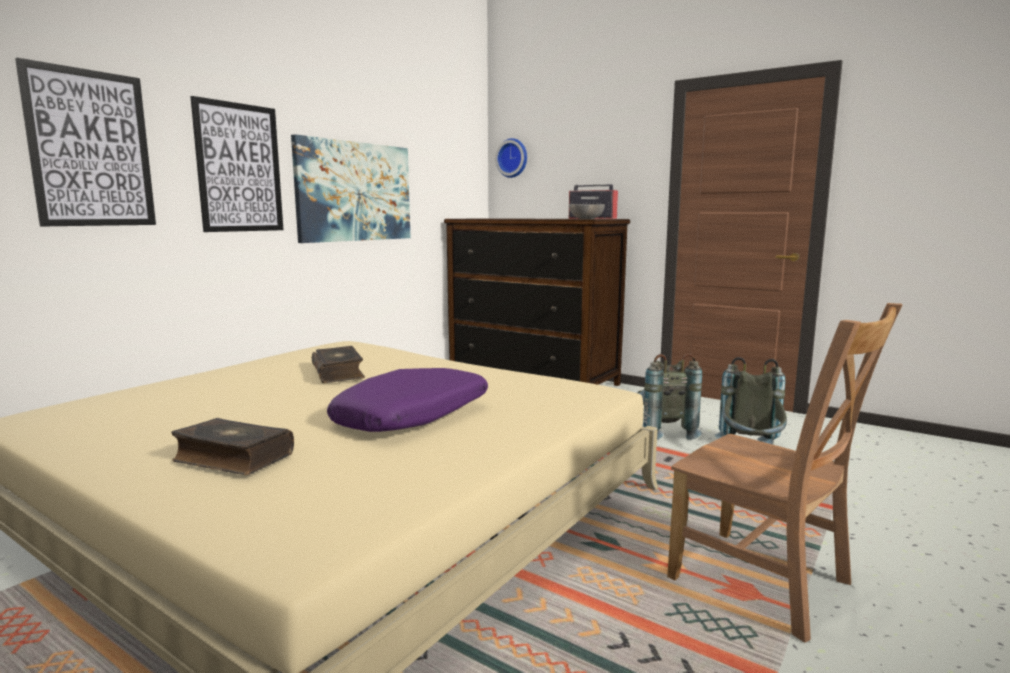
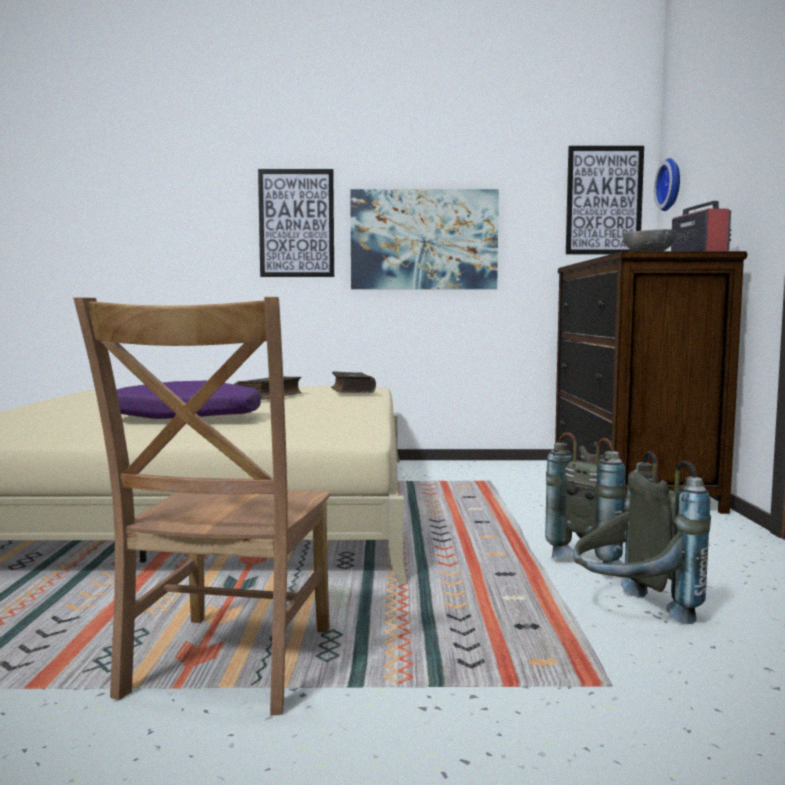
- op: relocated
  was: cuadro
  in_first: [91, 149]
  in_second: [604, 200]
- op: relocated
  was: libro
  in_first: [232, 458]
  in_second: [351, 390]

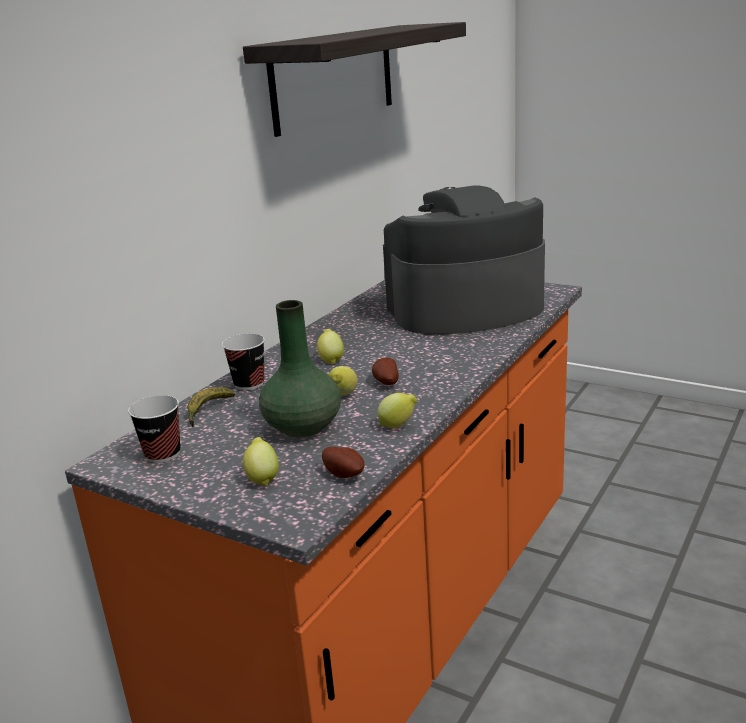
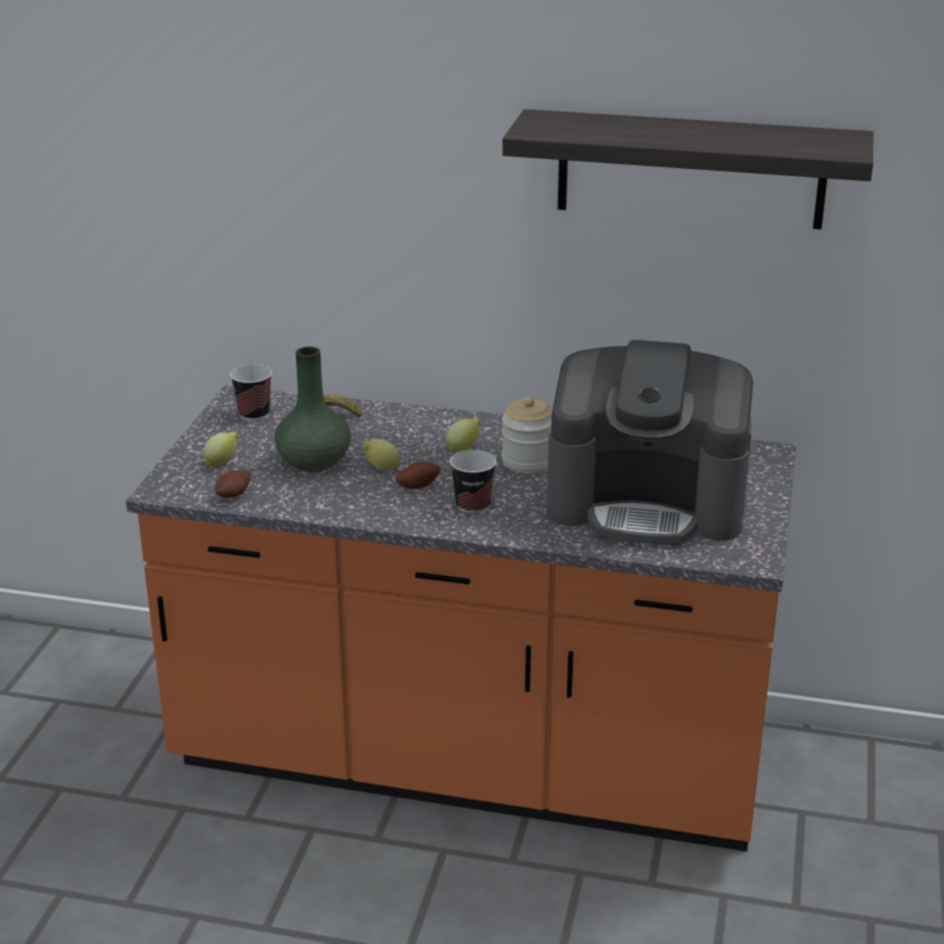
- op: spun
  was: cafetera
  in_first: [464, 309]
  in_second: [647, 503]
  clockwise: 135
- op: relocated
  was: taza
  in_first: [249, 384]
  in_second: [473, 505]
- op: missing
  was: limón
  in_first: [398, 425]
- op: appeared
  now: tarro
  in_second: [527, 461]

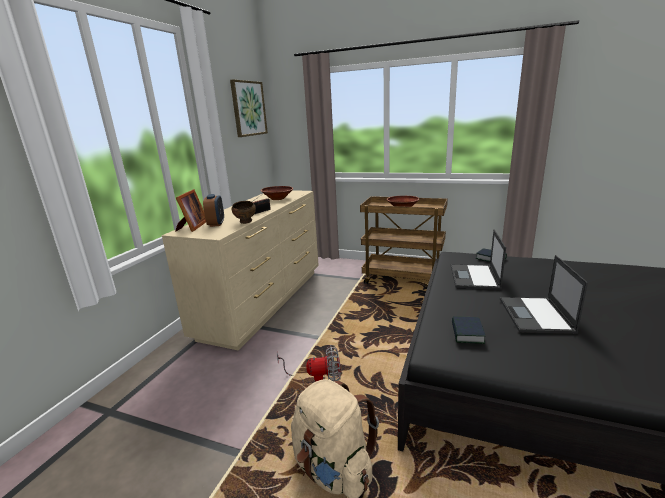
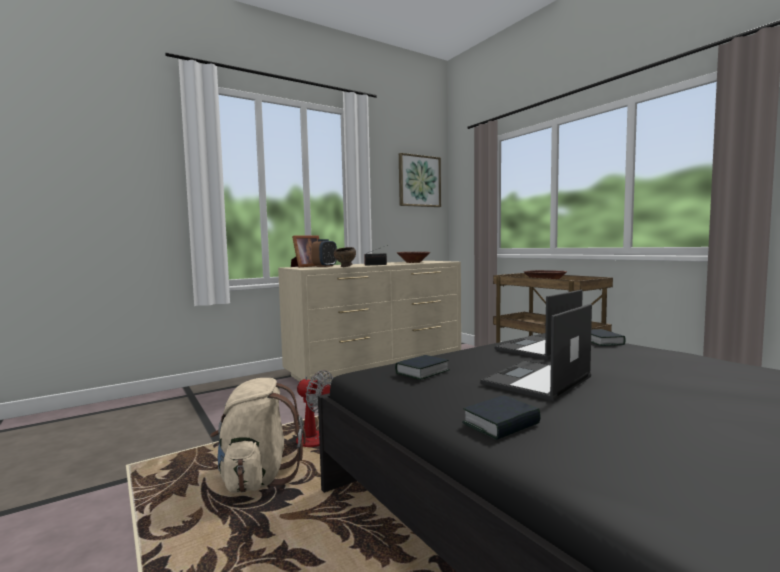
- op: appeared
  now: libro
  in_second: [501, 424]

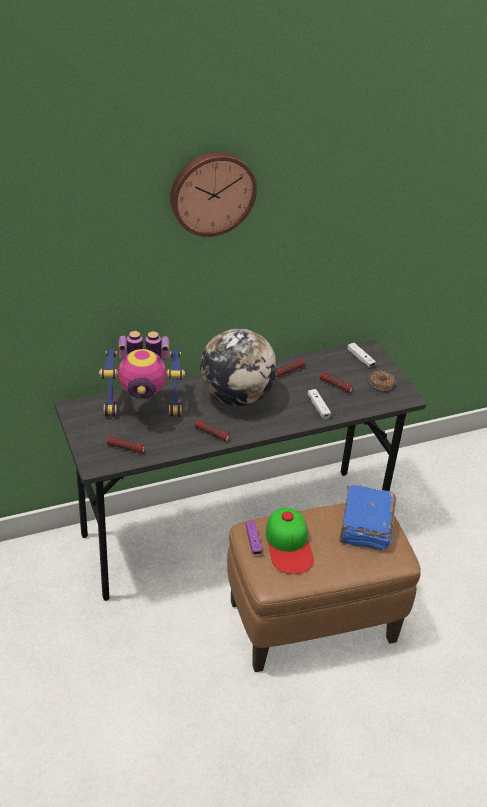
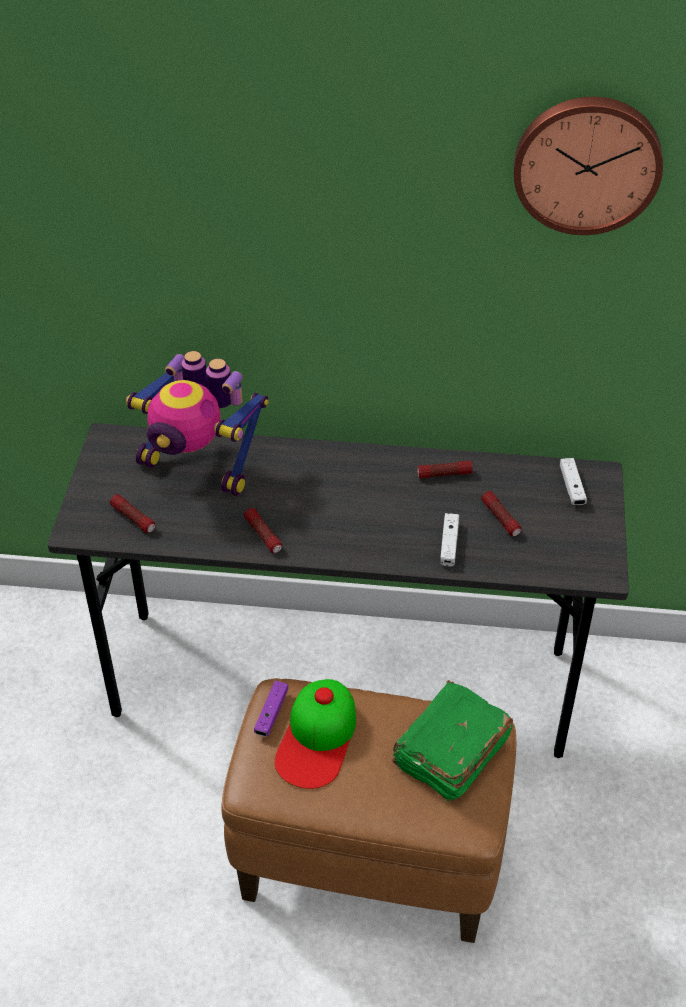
- op: relocated
  was: reloj de pared
  in_first: [211, 192]
  in_second: [587, 163]
- op: missing
  was: globo terráqueo
  in_first: [236, 396]
- op: missing
  was: rosquilla
  in_first: [381, 384]
- op: colour
  was: libro [azul]
  now: libro [verde]
  in_first: [365, 526]
  in_second: [449, 753]

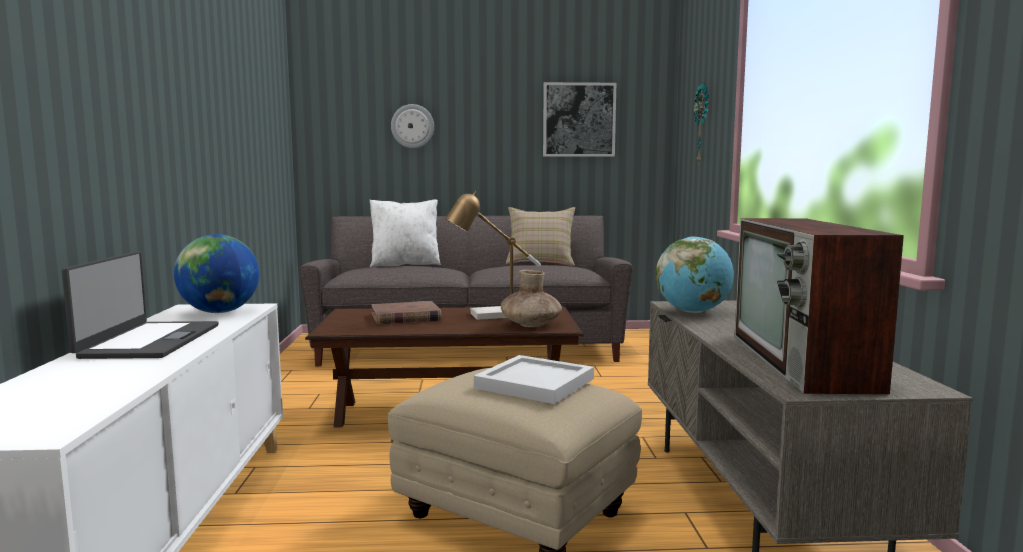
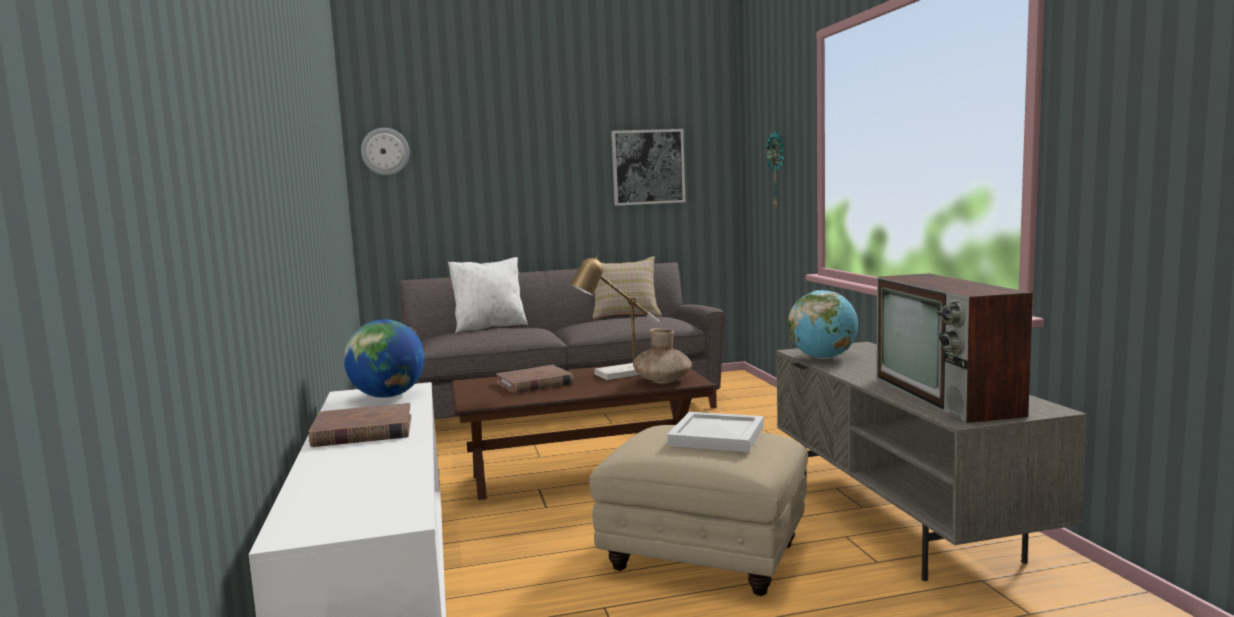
- op: relocated
  was: reloj de pared
  in_first: [412, 126]
  in_second: [385, 151]
- op: exchanged
  was: portátil
  now: libro [marrón]
  in_first: [149, 341]
  in_second: [363, 431]

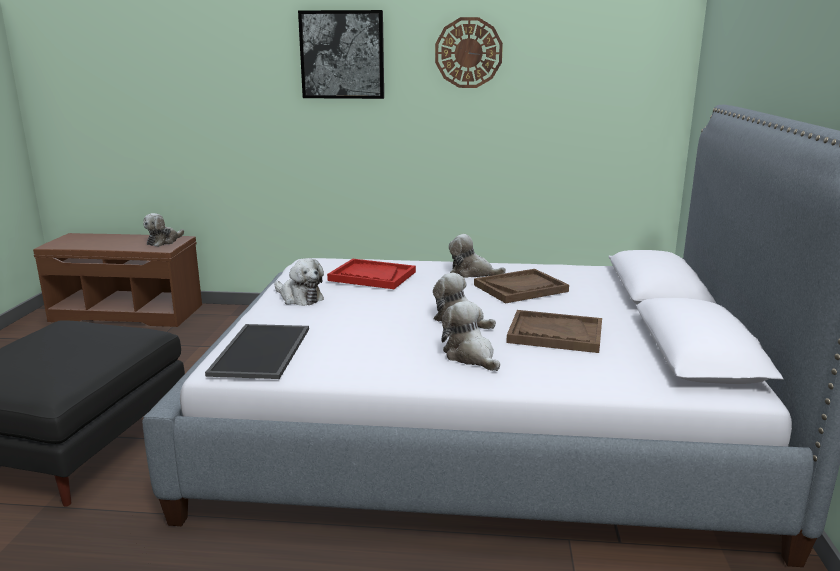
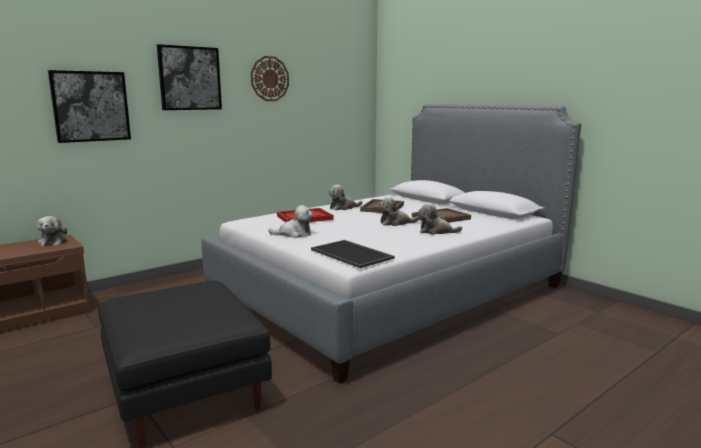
- op: appeared
  now: cuadro
  in_second: [90, 106]

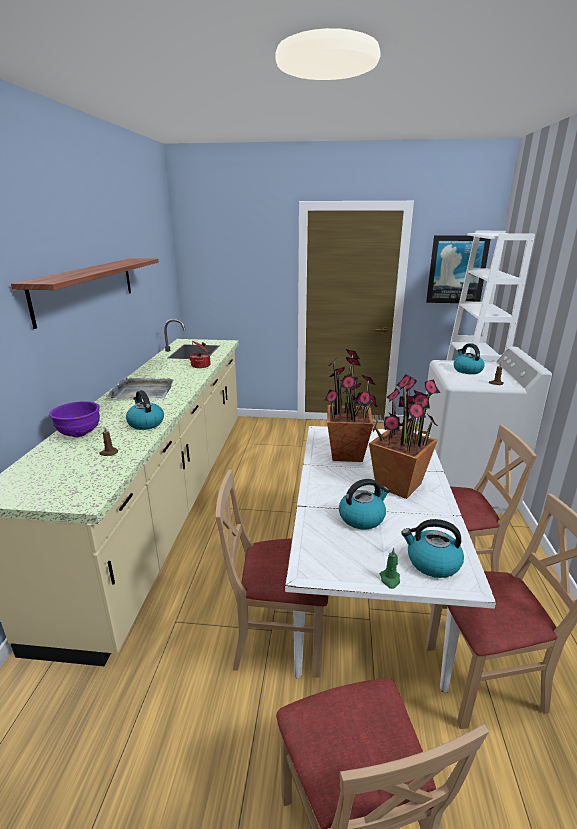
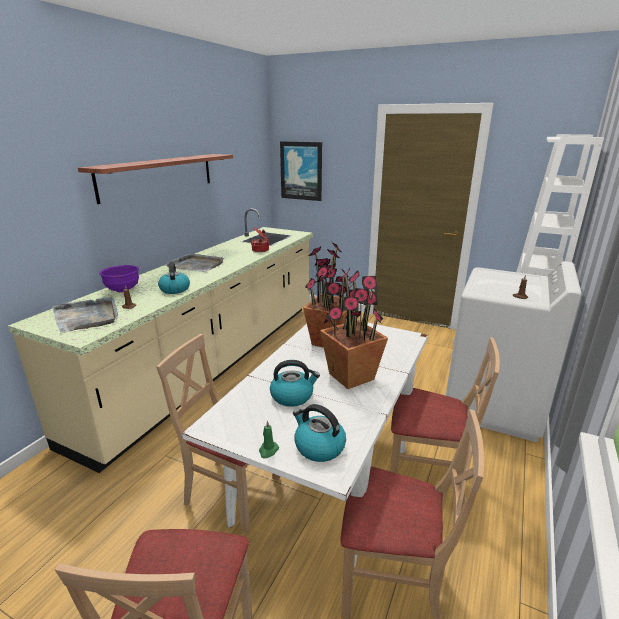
- op: relocated
  was: cuadro
  in_first: [457, 270]
  in_second: [301, 171]
- op: missing
  was: hervidor
  in_first: [467, 370]
- op: appeared
  now: bandeja [gris]
  in_second: [87, 317]

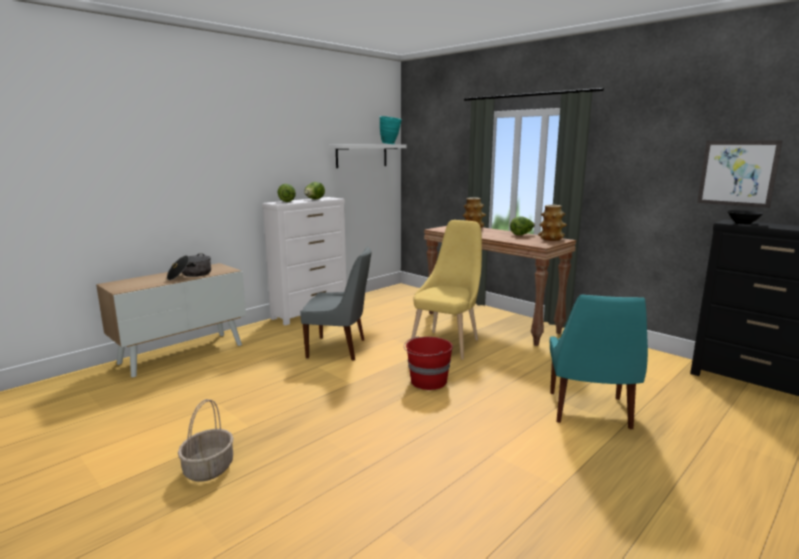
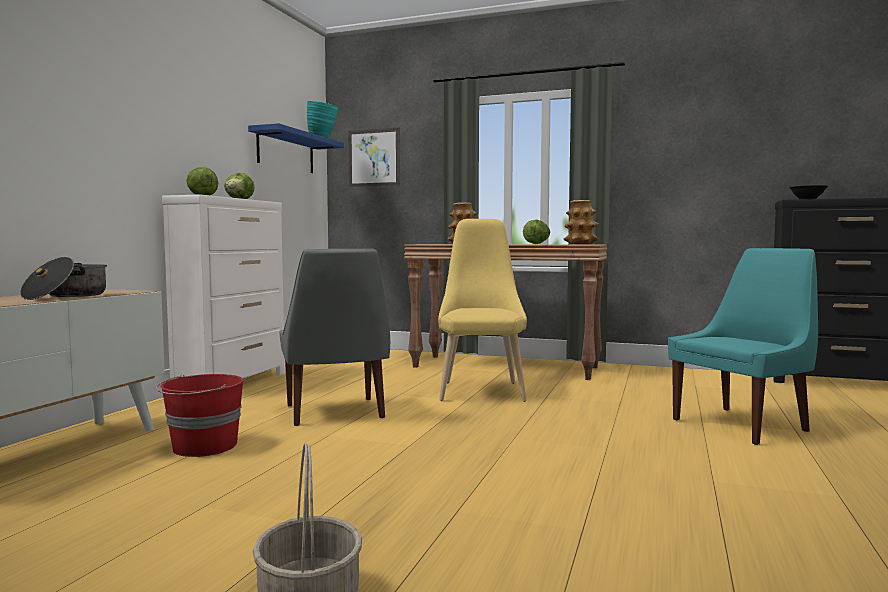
- op: relocated
  was: cuadro
  in_first: [737, 173]
  in_second: [374, 157]
- op: colour
  was: estante [blanco]
  now: estante [azul]
  in_first: [361, 155]
  in_second: [286, 152]
- op: spun
  was: silla [gris]
  in_first: [339, 349]
  in_second: [335, 413]
  clockwise: 90
- op: spun
  was: silla [turquesa]
  in_first: [589, 412]
  in_second: [742, 425]
  clockwise: -105
- op: relocated
  was: cubo [rojo]
  in_first: [428, 381]
  in_second: [203, 447]

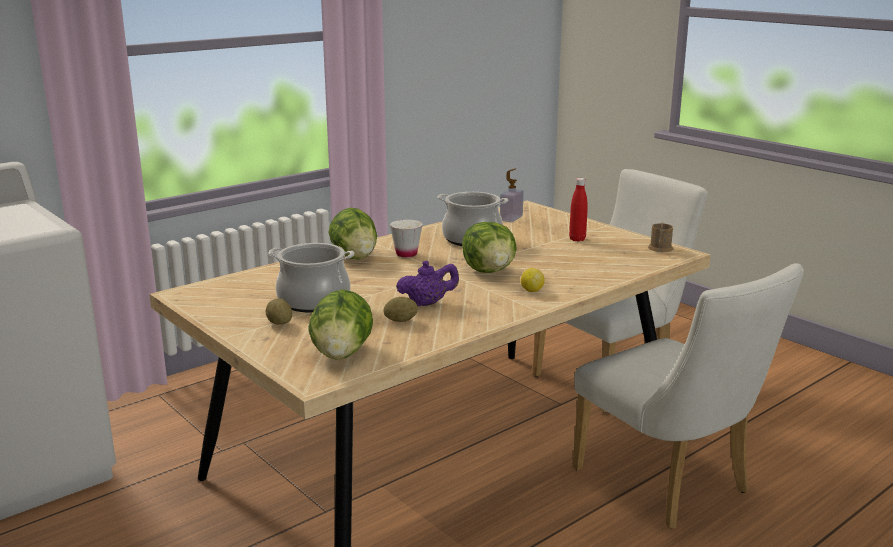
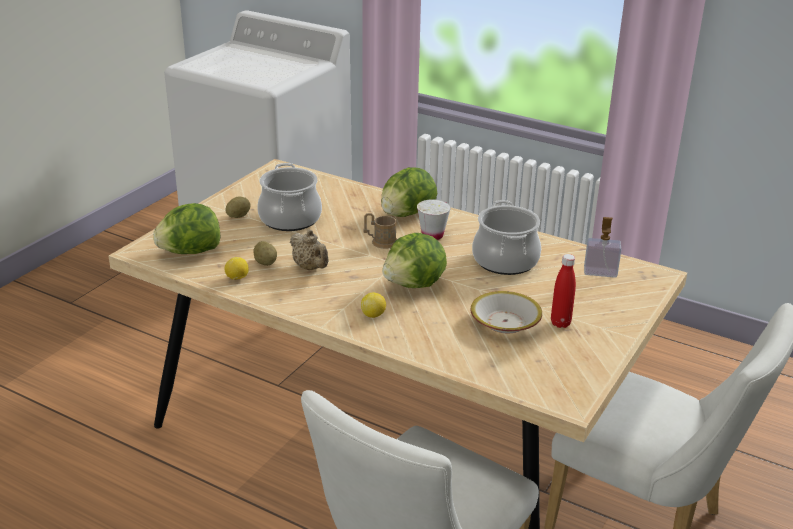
- op: relocated
  was: taza grande [marrón]
  in_first: [660, 249]
  in_second: [380, 242]
- op: colour
  was: tetera [morado]
  now: tetera [beis]
  in_first: [427, 303]
  in_second: [310, 268]
- op: appeared
  now: limón
  in_second: [237, 278]
- op: appeared
  now: cuenco
  in_second: [505, 322]

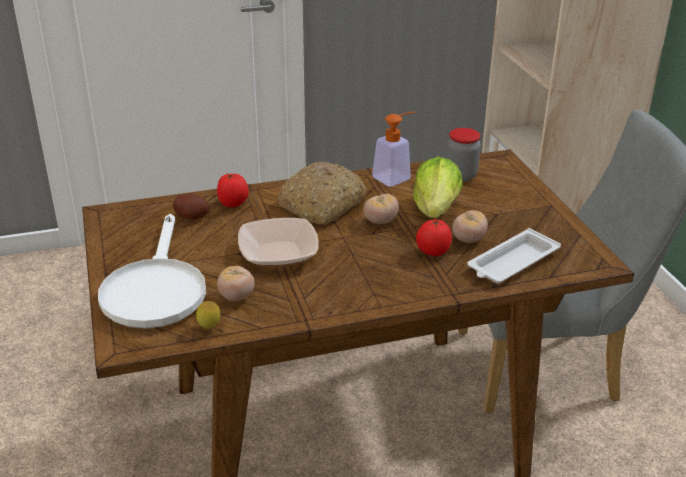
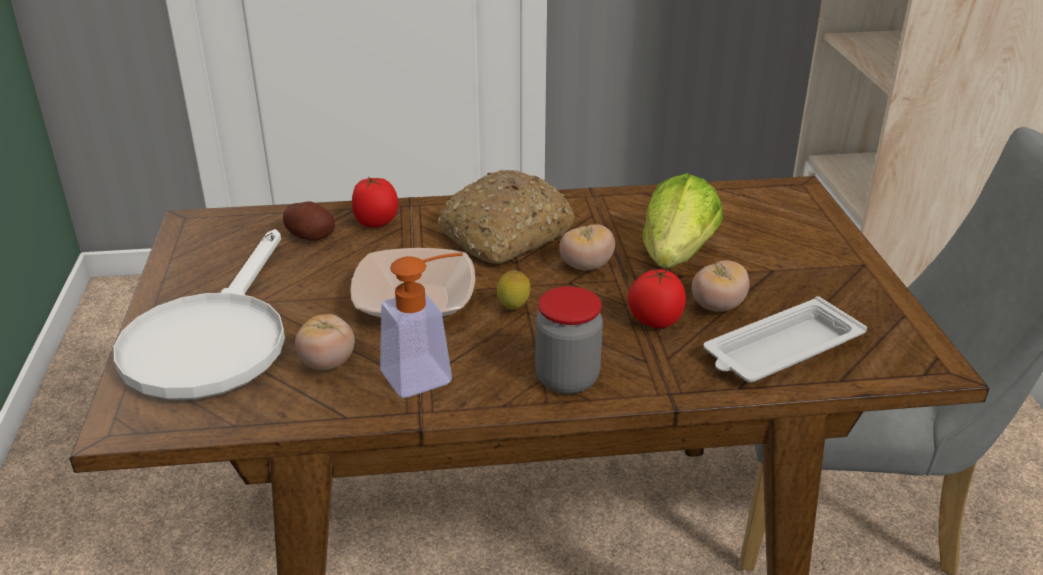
- op: relocated
  was: dispensador de jabón
  in_first: [396, 176]
  in_second: [428, 373]
- op: relocated
  was: tarro
  in_first: [461, 176]
  in_second: [567, 379]
- op: relocated
  was: limón
  in_first: [209, 328]
  in_second: [513, 309]

